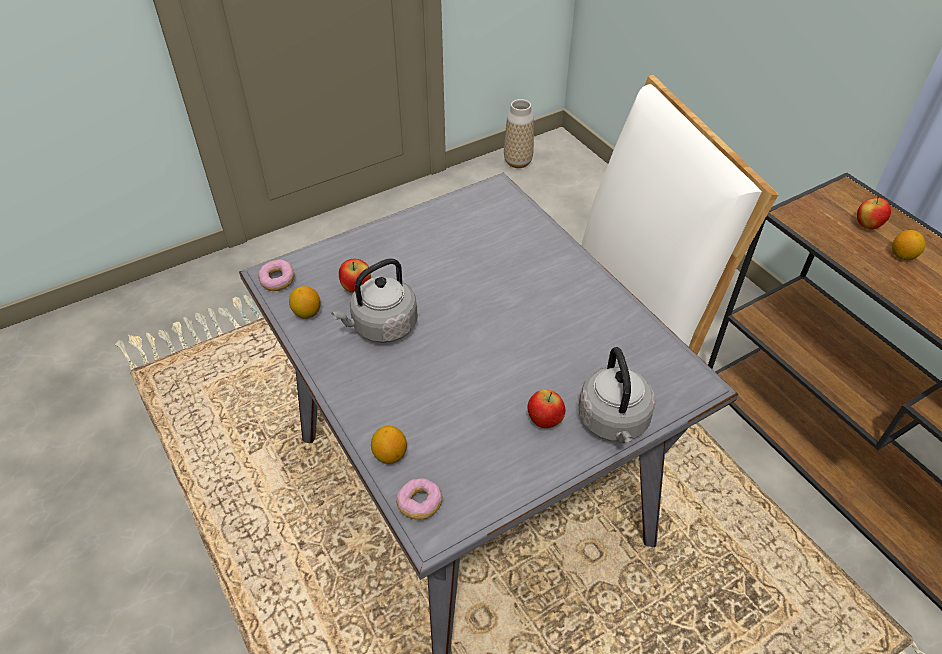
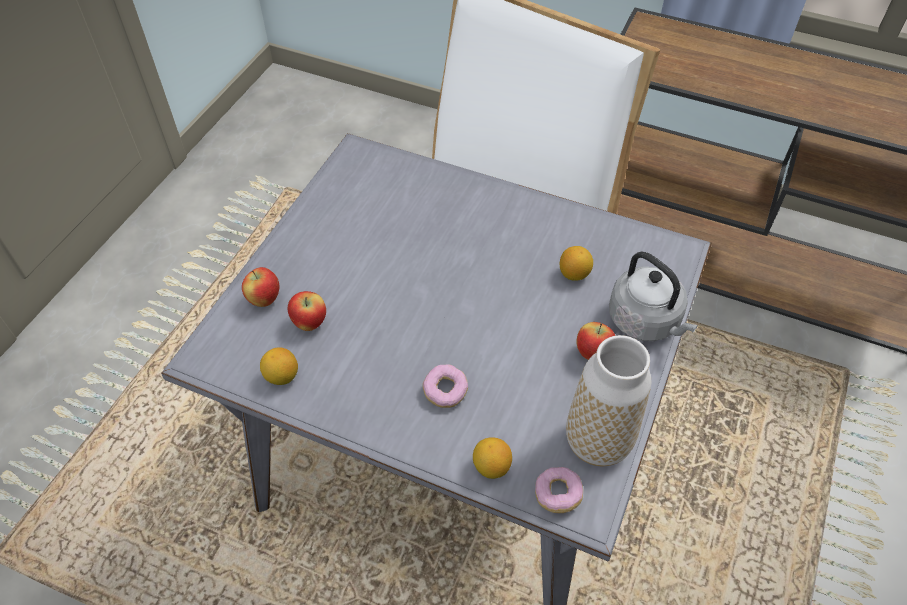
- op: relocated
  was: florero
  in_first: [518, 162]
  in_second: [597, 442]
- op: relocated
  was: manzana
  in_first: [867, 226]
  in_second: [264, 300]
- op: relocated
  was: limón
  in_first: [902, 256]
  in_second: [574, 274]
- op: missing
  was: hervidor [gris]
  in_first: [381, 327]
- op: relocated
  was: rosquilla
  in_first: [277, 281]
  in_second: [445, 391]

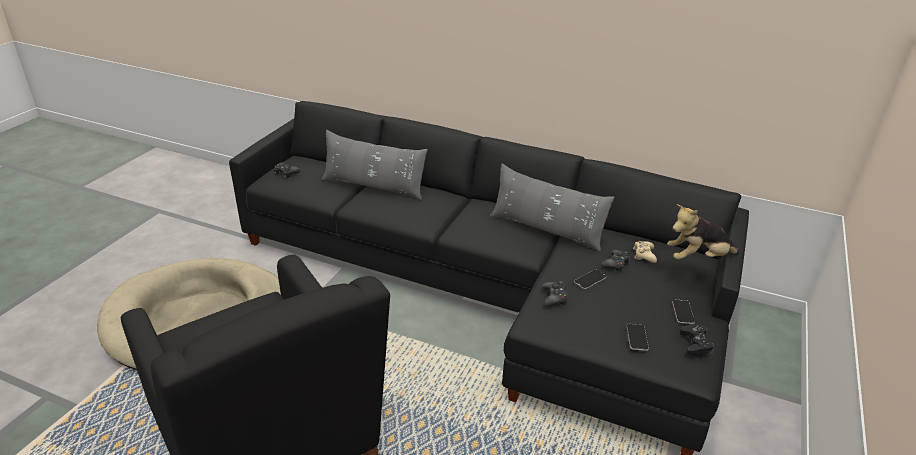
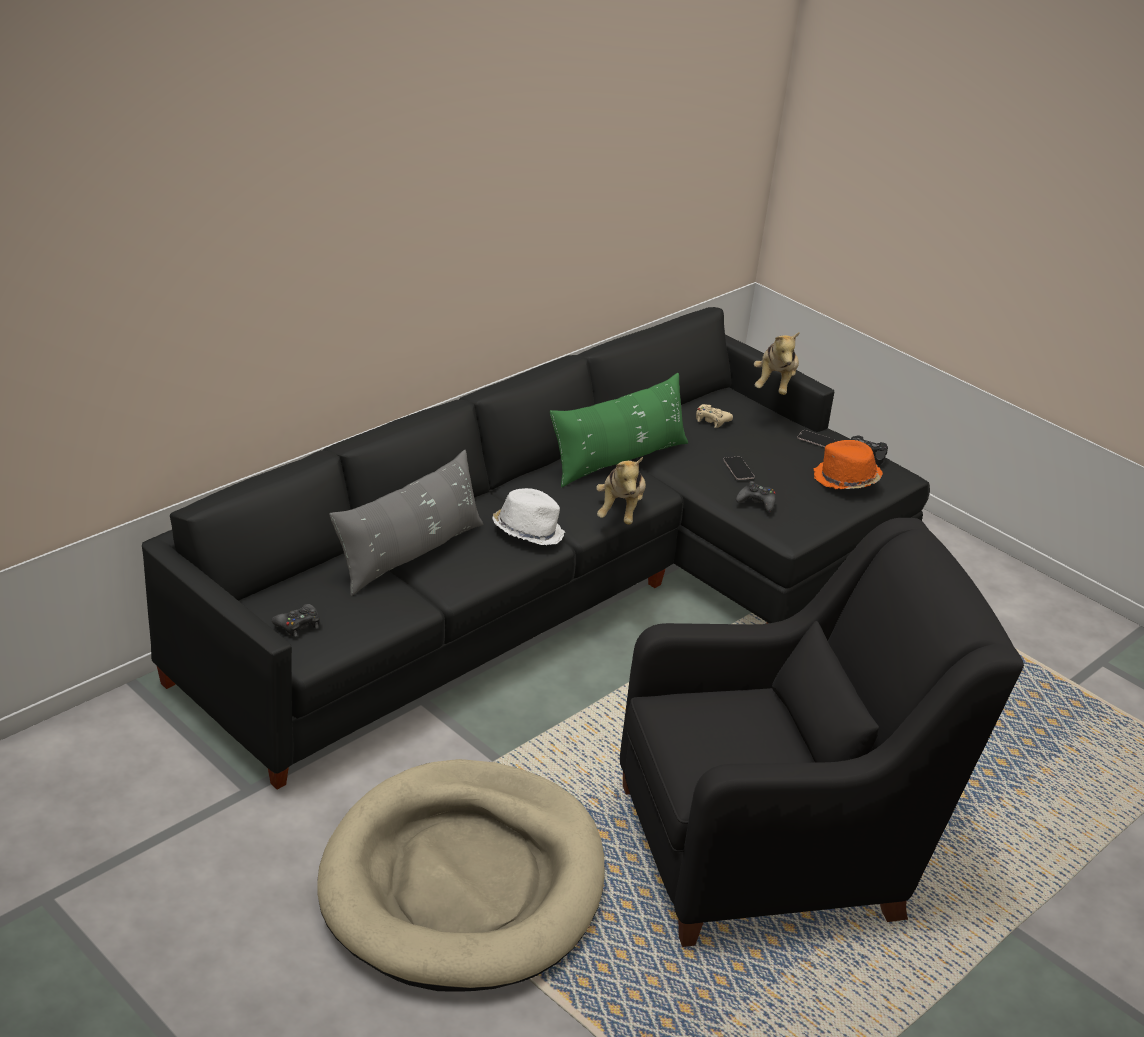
- op: colour
  was: cojín [gris]
  now: cojín [verde]
  in_first: [546, 229]
  in_second: [618, 460]
- op: missing
  was: mando de consola [negro]
  in_first: [615, 264]
- op: exchanged
  was: móvil
  now: sombrero [naranja]
  in_first: [637, 337]
  in_second: [845, 480]
- op: appeared
  now: peluche
  in_second: [620, 511]
- op: appeared
  now: sombrero [blanco]
  in_second: [528, 531]

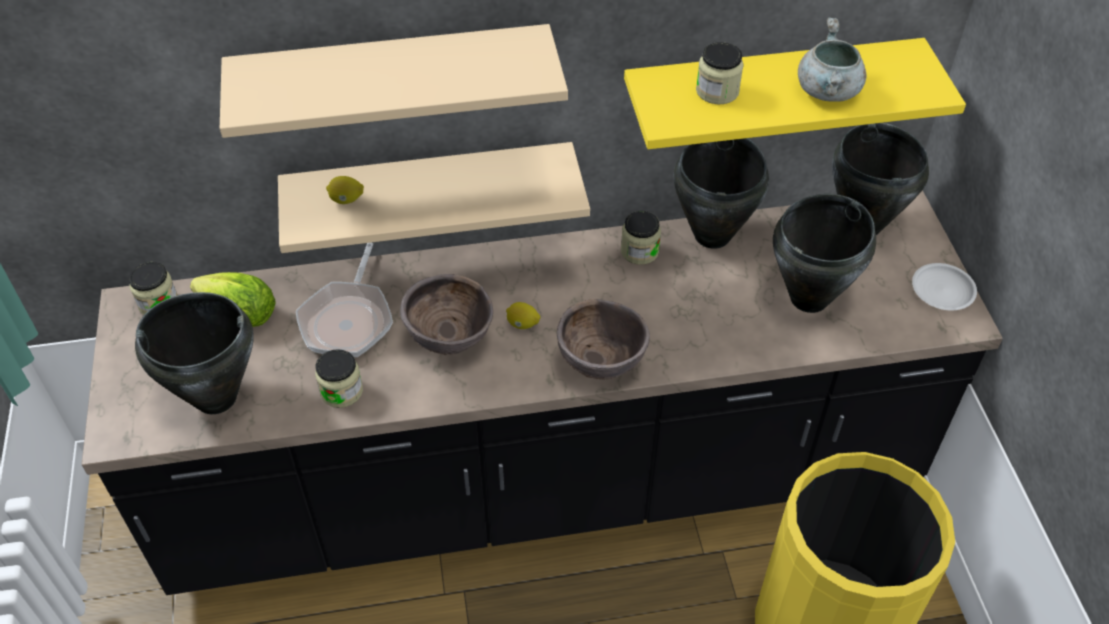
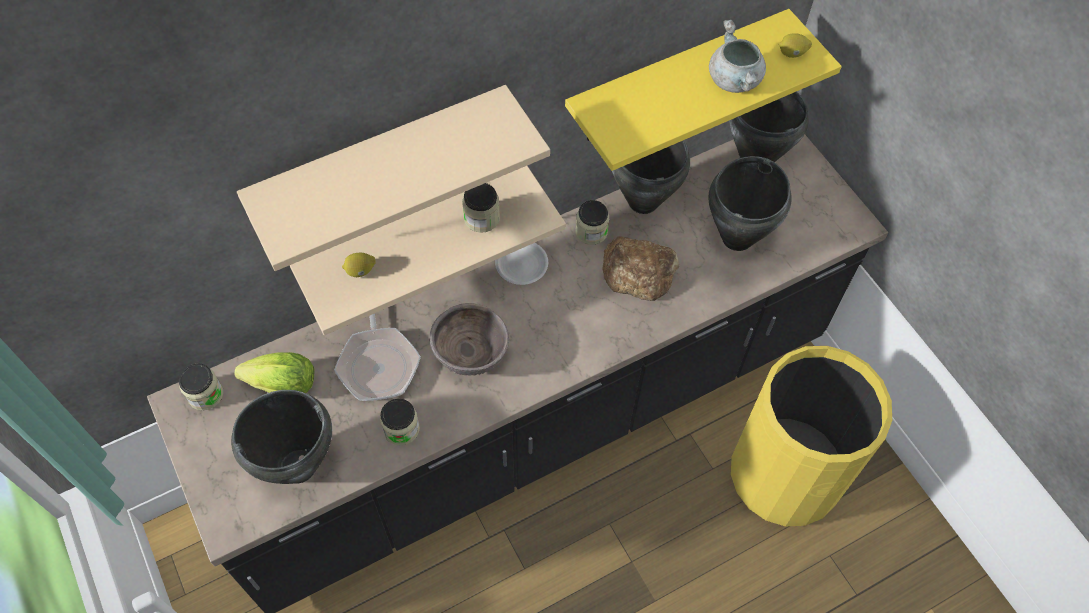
- op: relocated
  was: tarro
  in_first: [717, 91]
  in_second: [481, 218]
- op: relocated
  was: plato [blanco]
  in_first: [942, 290]
  in_second: [521, 264]
- op: missing
  was: cuenco [marrón]
  in_first: [601, 365]
- op: relocated
  was: limón
  in_first: [522, 324]
  in_second: [792, 54]
- op: appeared
  now: pan
  in_second: [639, 271]

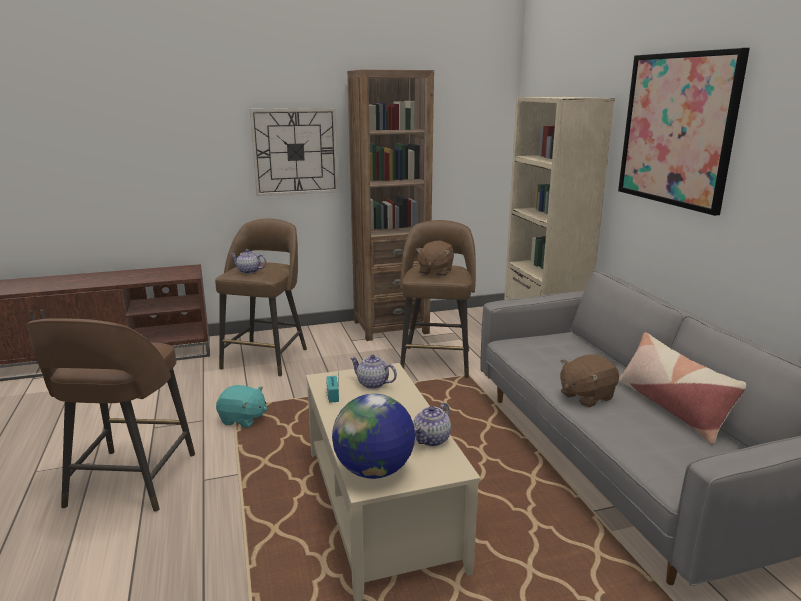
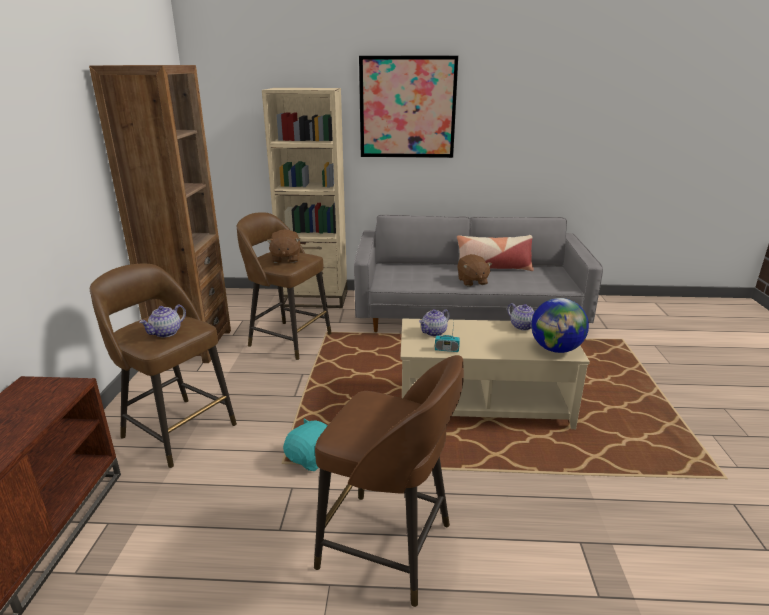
- op: missing
  was: reloj de pared
  in_first: [295, 152]
- op: spun
  was: peluche [marrón]
  in_first: [435, 272]
  in_second: [285, 259]
  clockwise: 45

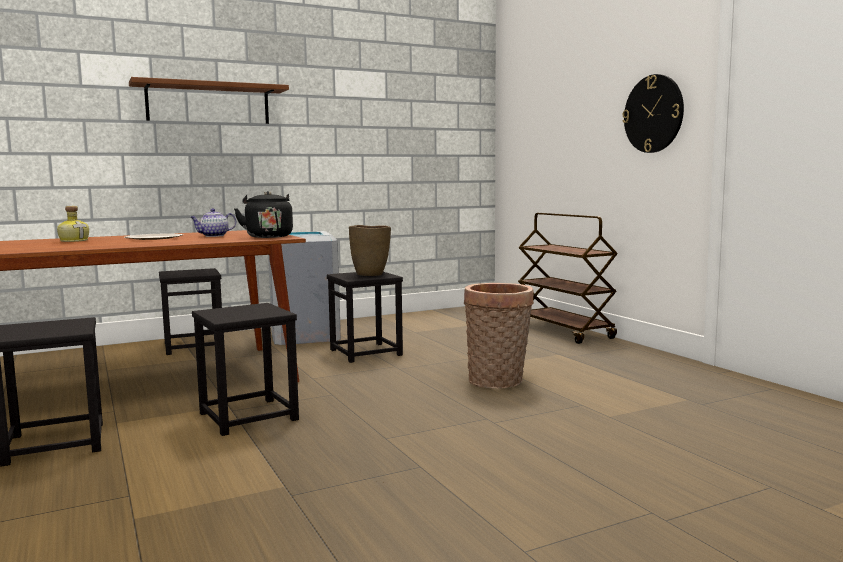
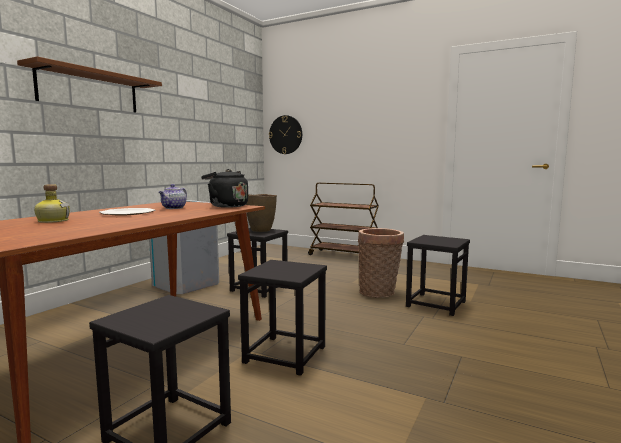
- op: relocated
  was: reloj de pared
  in_first: [653, 114]
  in_second: [285, 134]
- op: relocated
  was: taburete [negro]
  in_first: [194, 346]
  in_second: [435, 304]

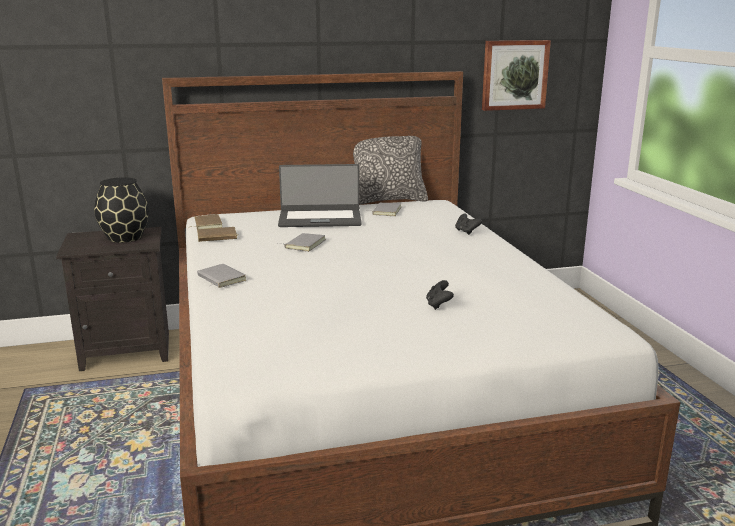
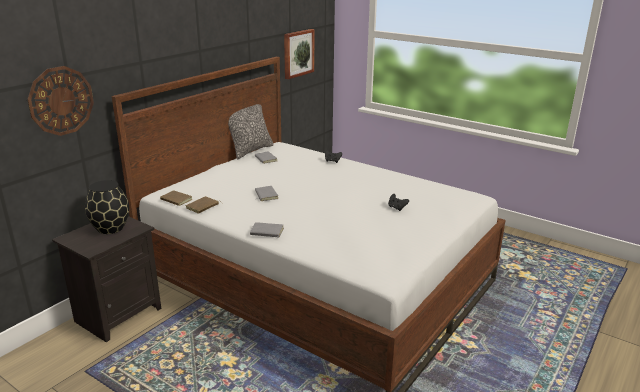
- op: missing
  was: portátil
  in_first: [320, 219]
- op: appeared
  now: reloj de pared
  in_second: [61, 101]

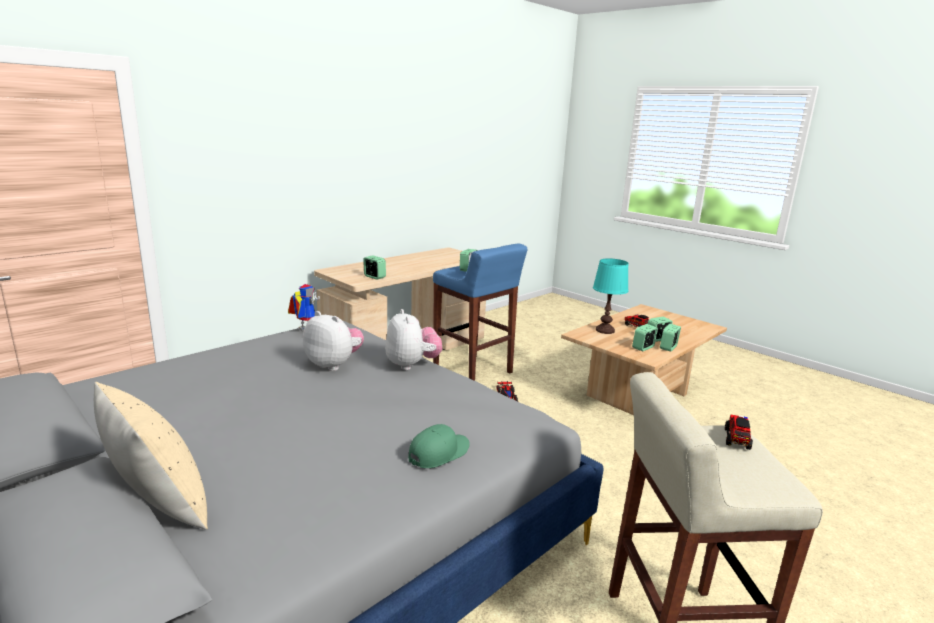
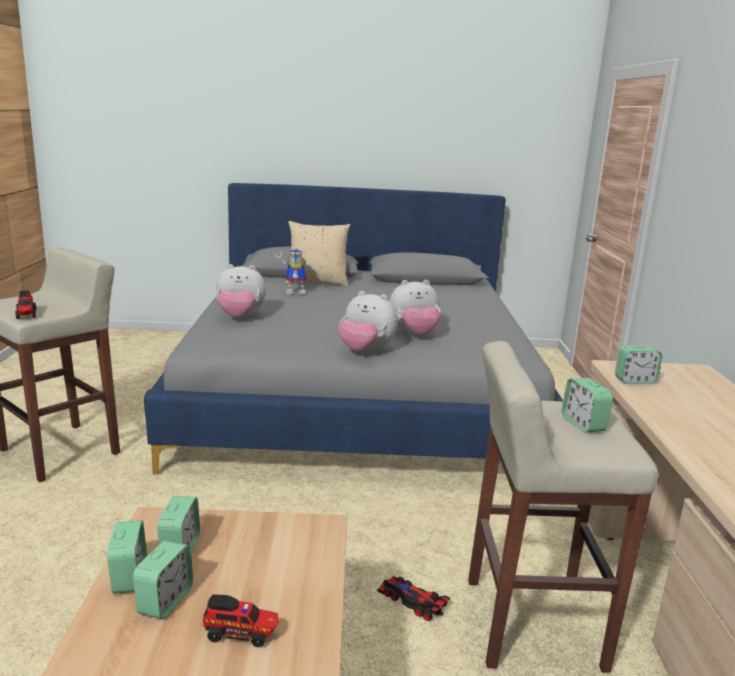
- op: colour
  was: taburete [azul]
  now: taburete [beis]
  in_first: [473, 372]
  in_second: [530, 623]
- op: missing
  was: lámpara de mesa [turquesa]
  in_first: [605, 330]
- op: relocated
  was: robot de juguete
  in_first: [303, 331]
  in_second: [297, 292]
- op: exchanged
  was: gorra [verde]
  now: peluche
  in_first: [439, 453]
  in_second: [240, 317]

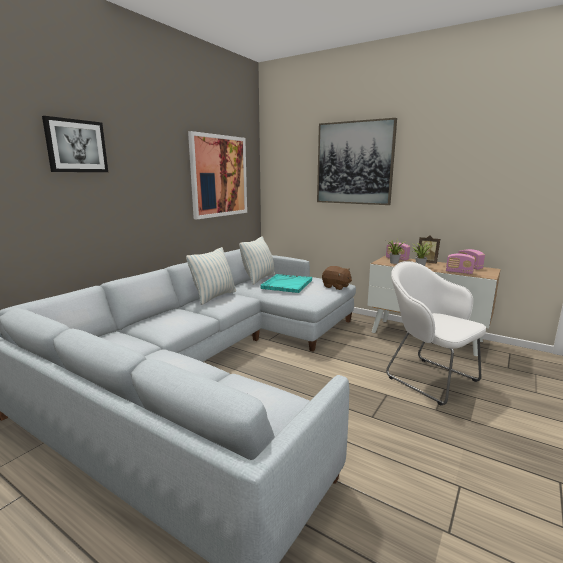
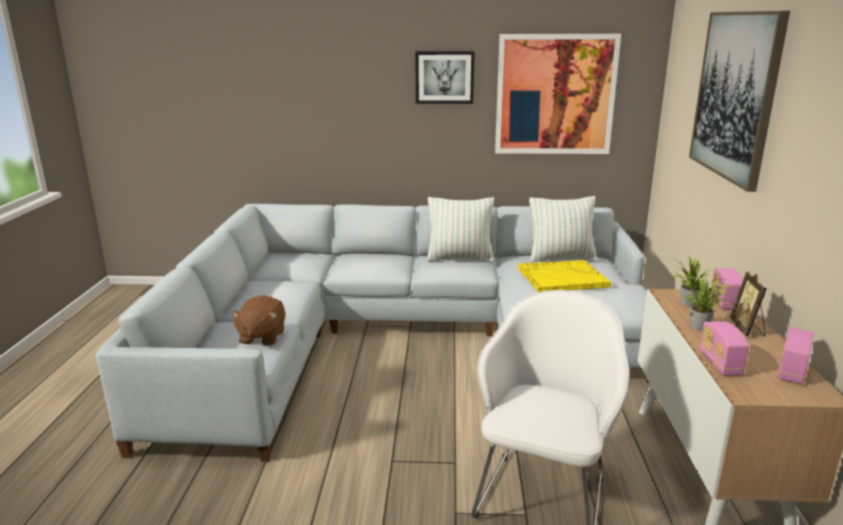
- op: relocated
  was: cuadro
  in_first: [76, 146]
  in_second: [444, 77]
- op: relocated
  was: peluche [marrón]
  in_first: [336, 287]
  in_second: [261, 337]
- op: colour
  was: bandeja [turquesa]
  now: bandeja [amarillo]
  in_first: [287, 284]
  in_second: [561, 278]

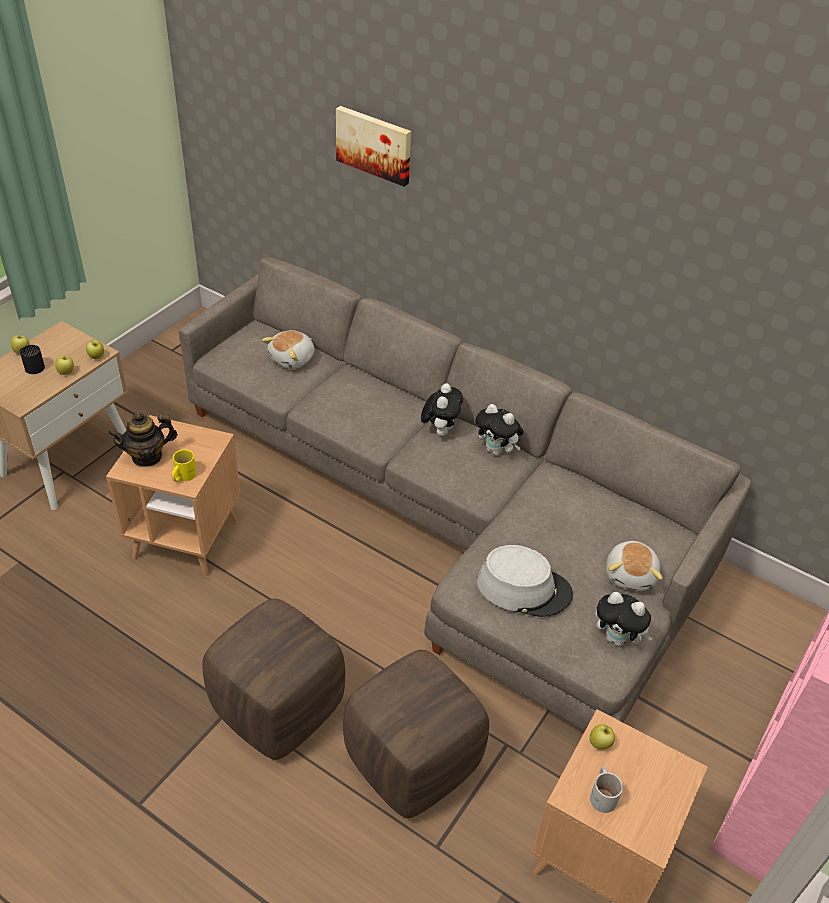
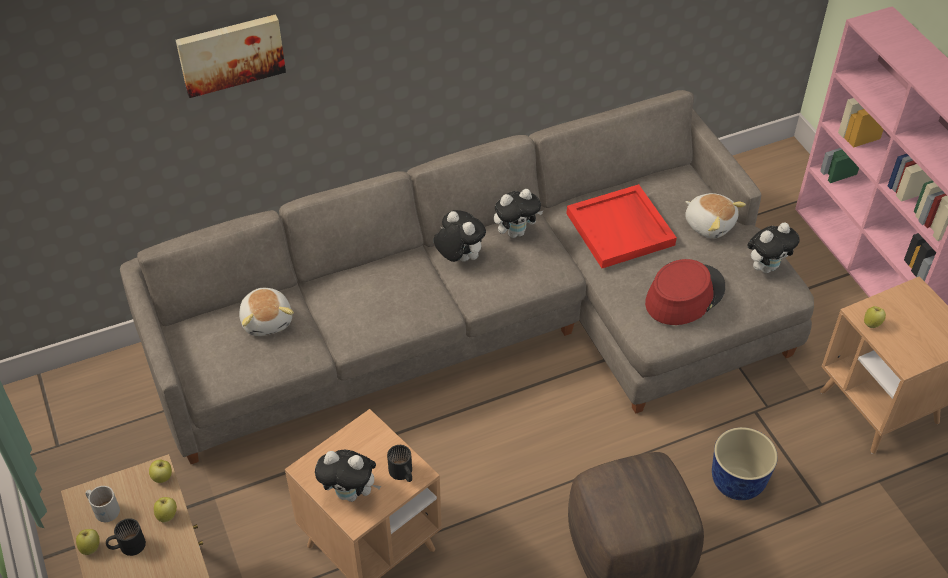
- op: exchanged
  was: tetera
  now: peluche
  in_first: [147, 456]
  in_second: [350, 493]
- op: colour
  was: taza grande [amarillo]
  now: taza grande [negro]
  in_first: [182, 476]
  in_second: [402, 474]
- op: colour
  was: sombrero [gris]
  now: sombrero [rojo]
  in_first: [524, 588]
  in_second: [684, 295]
- op: exchanged
  was: puf [marrón]
  now: maceta
  in_first: [413, 762]
  in_second: [737, 482]
- op: relocated
  was: taza grande [blanco]
  in_first: [603, 794]
  in_second: [104, 508]
- op: appeared
  now: bandeja [rojo]
  in_second: [621, 229]

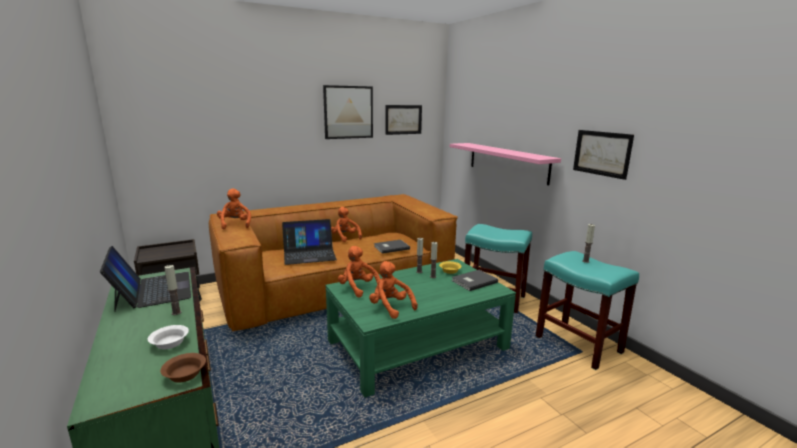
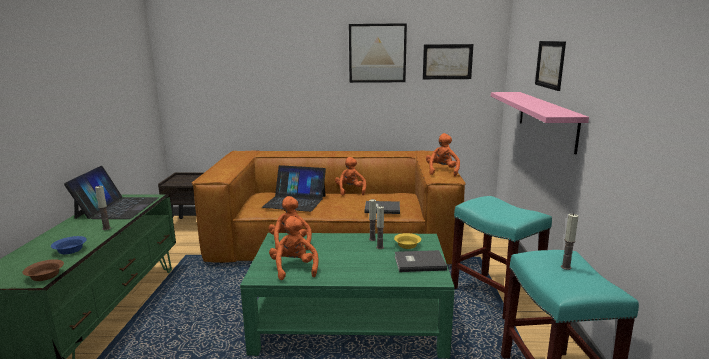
- op: relocated
  was: cuadro
  in_first: [601, 153]
  in_second: [550, 64]
- op: relocated
  was: peluche [naranja]
  in_first: [235, 224]
  in_second: [442, 171]
- op: colour
  was: cuenco [blanco]
  now: cuenco [azul]
  in_first: [169, 343]
  in_second: [70, 250]

